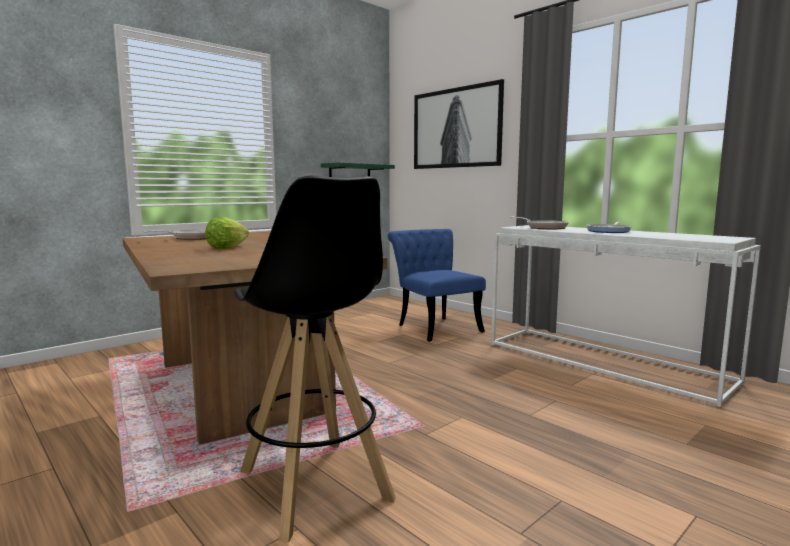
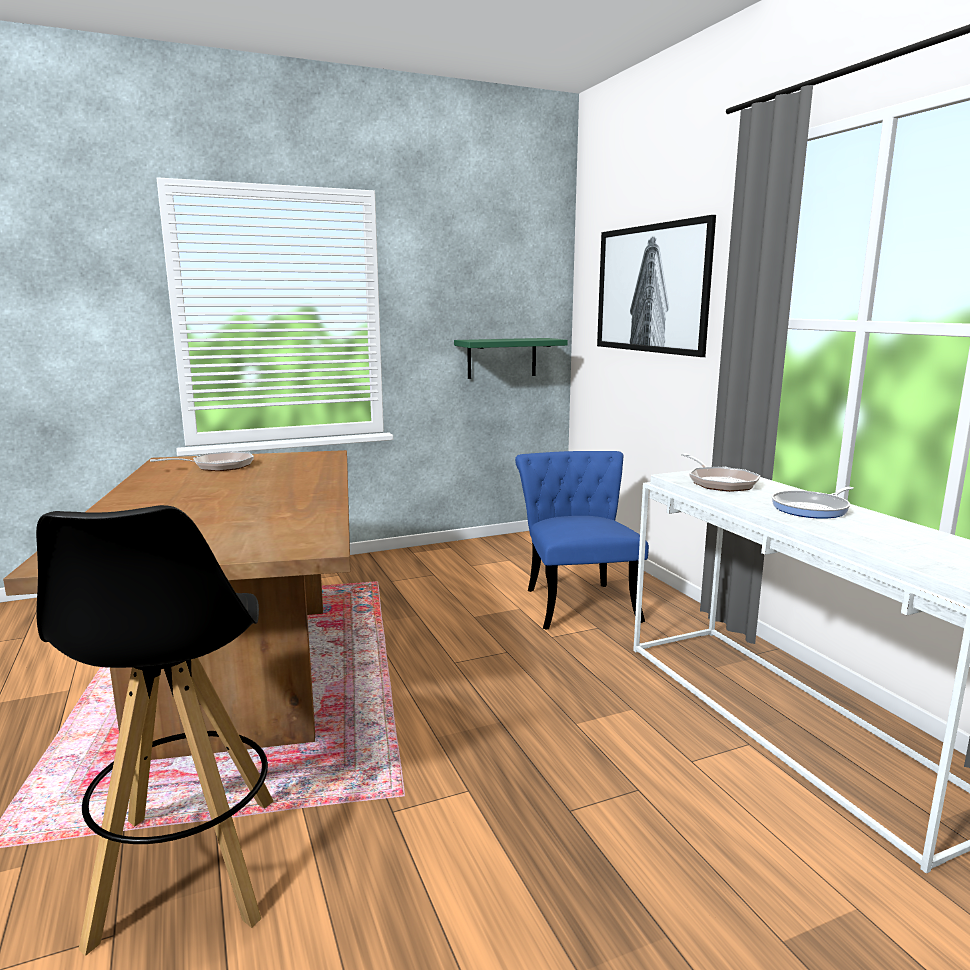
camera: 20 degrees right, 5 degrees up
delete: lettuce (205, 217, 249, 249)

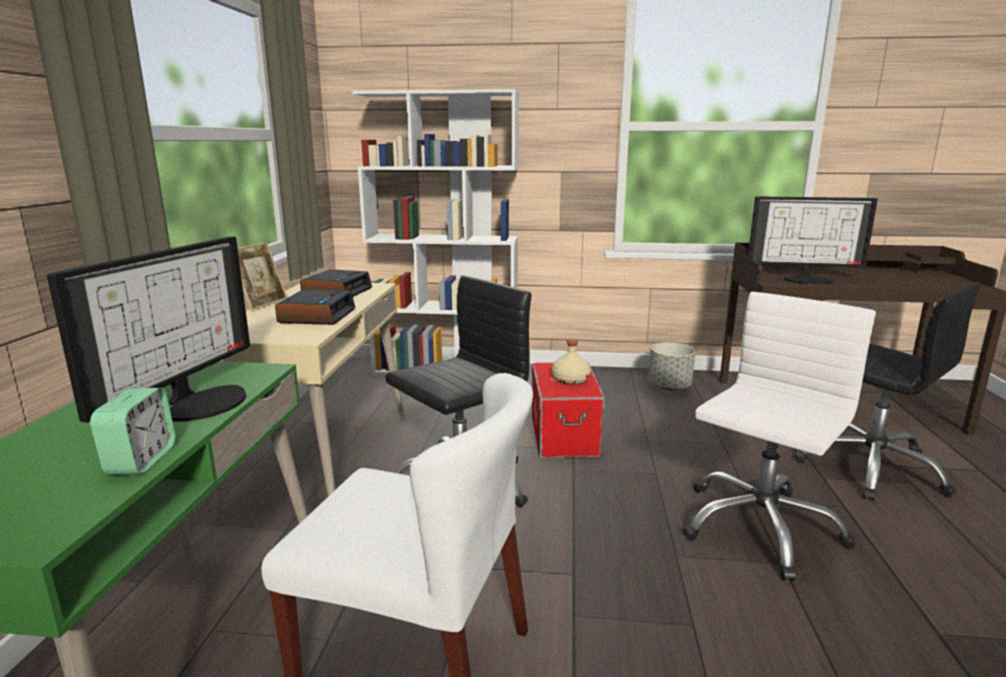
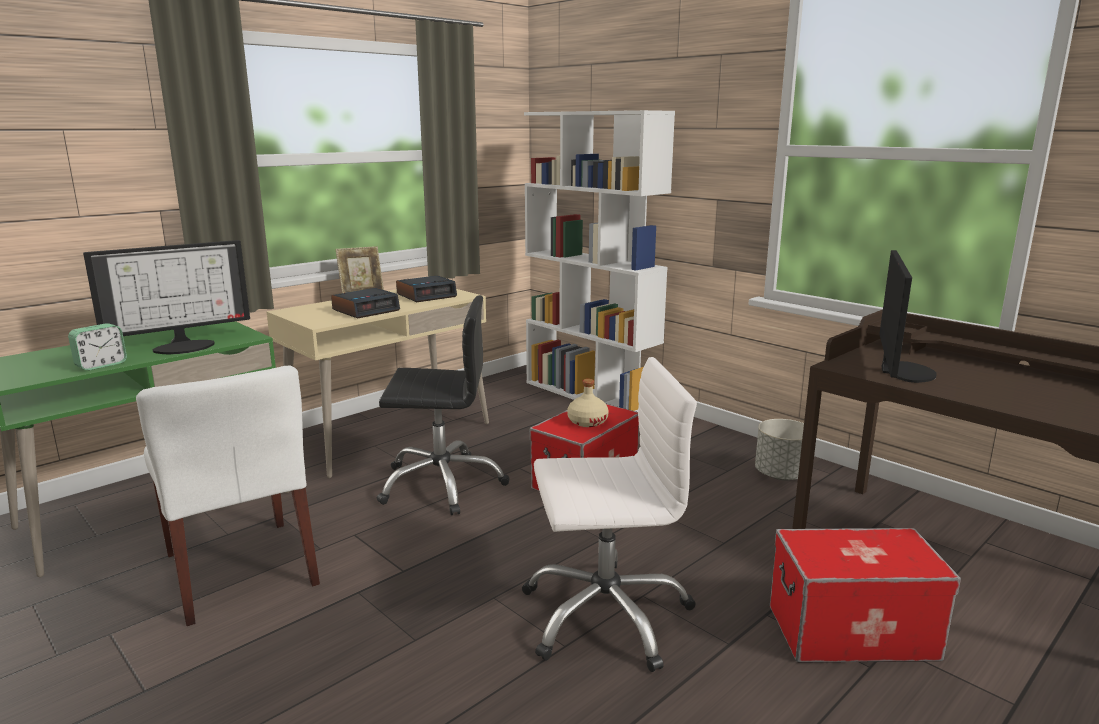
camera: 40 degrees right, 0 degrees up
replace: desk chair/black (795, 282, 981, 501) to storage box (770, 528, 961, 663)
rotate: computer display (747, 196, 878, 285) = (879, 250, 937, 383) 120 degrees counterclockwise

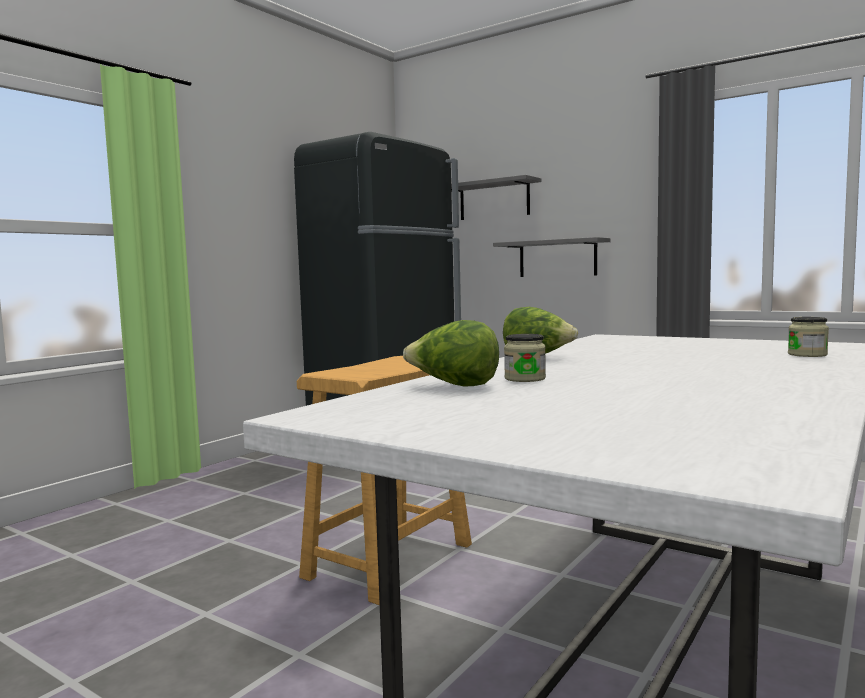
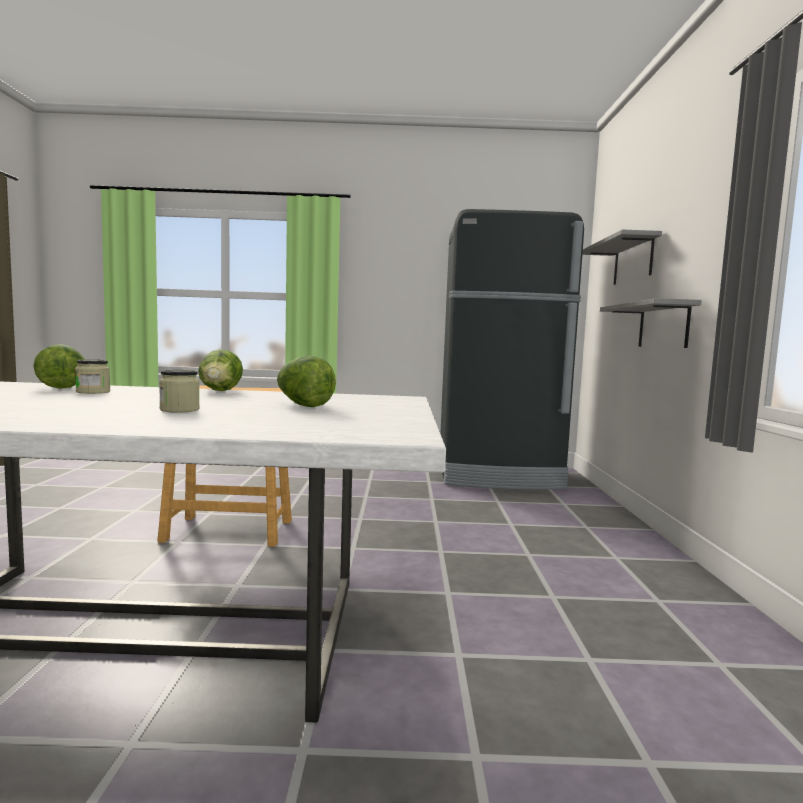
camera: 55 degrees right, 0 degrees up
insert: lettuce (277, 356, 336, 407)
move: storage jar (788, 317, 829, 357) to (159, 370, 200, 412)

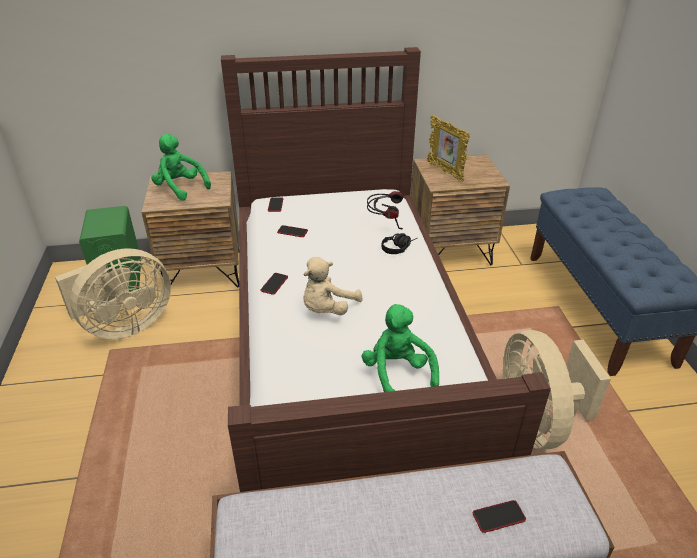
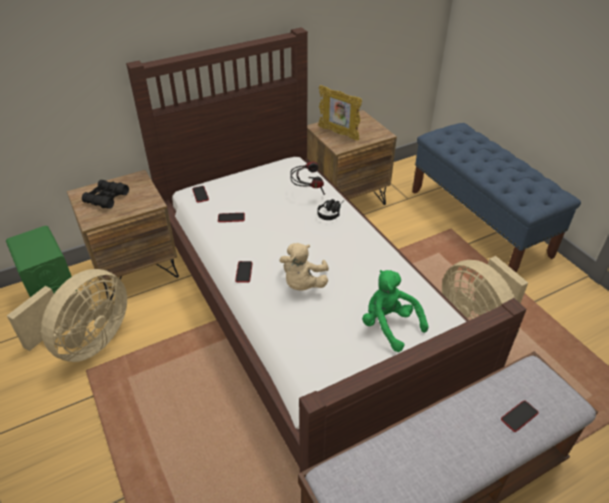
camera: 20 degrees left, 5 degrees up
replace: cuddly toy/greenish (151, 134, 211, 201) to pair of binoculars/black (82, 180, 129, 209)

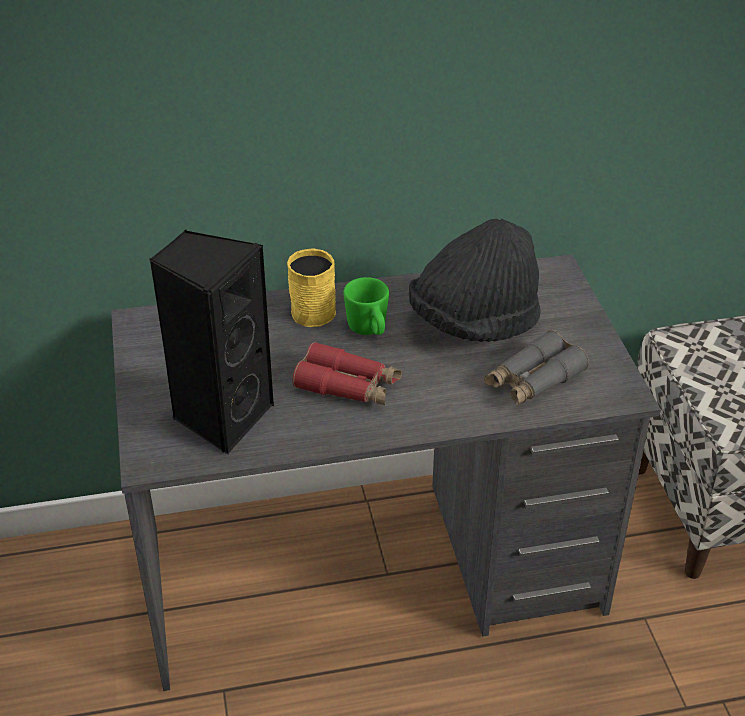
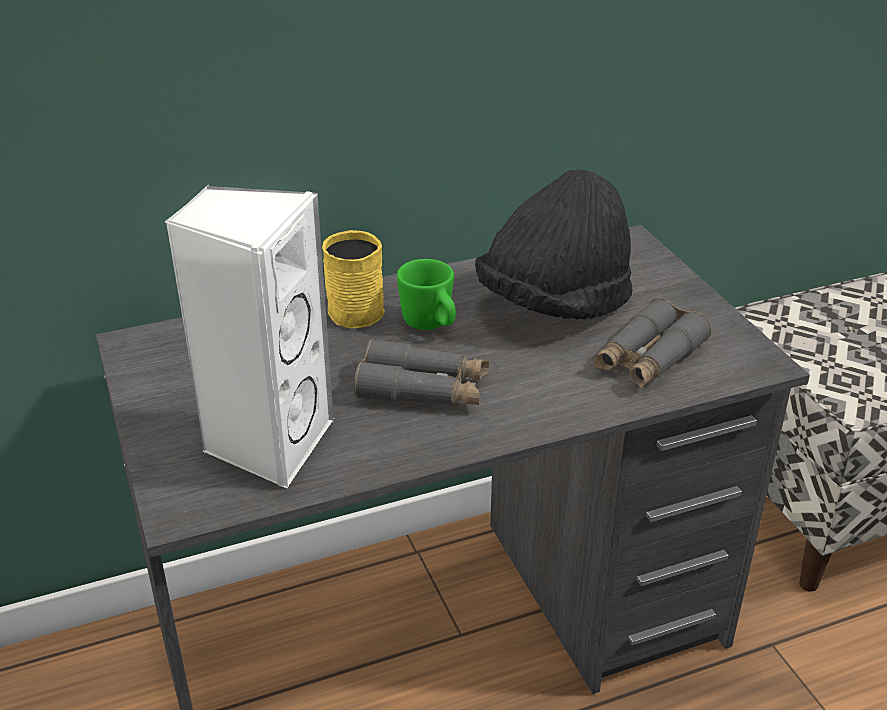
camera: 10 degrees left, 5 degrees down
recolor: loudspeaker/black (149, 230, 275, 455) to loudspeaker/whitish (165, 184, 334, 488); pair of binoculars/reddish (292, 342, 402, 405) to pair of binoculars/gray (354, 339, 489, 405)

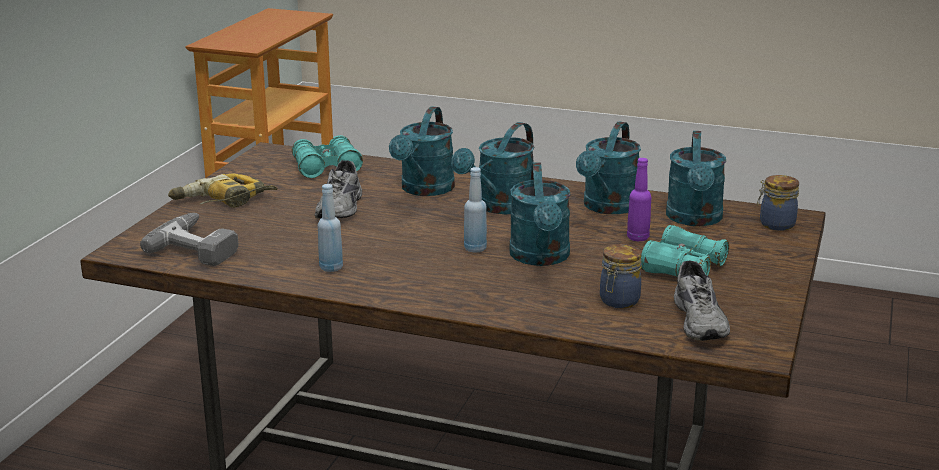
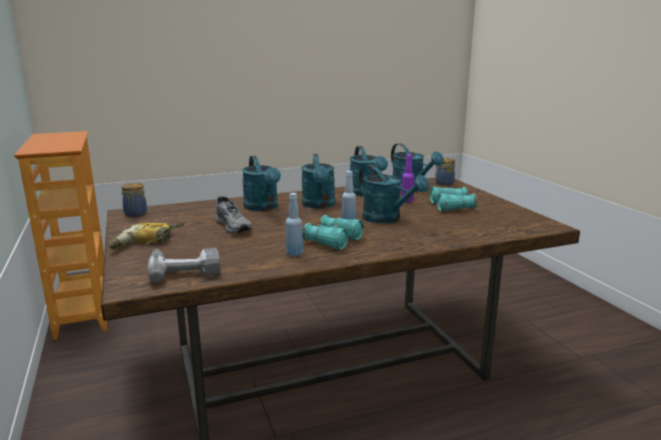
camera: 40 degrees left, 5 degrees down
delete: item of footwear/gray (674, 260, 730, 341)
move: storage jar (600, 244, 641, 308) to (121, 183, 147, 217); pair of binoculars/blue-green (292, 135, 363, 178) to (302, 215, 364, 250)

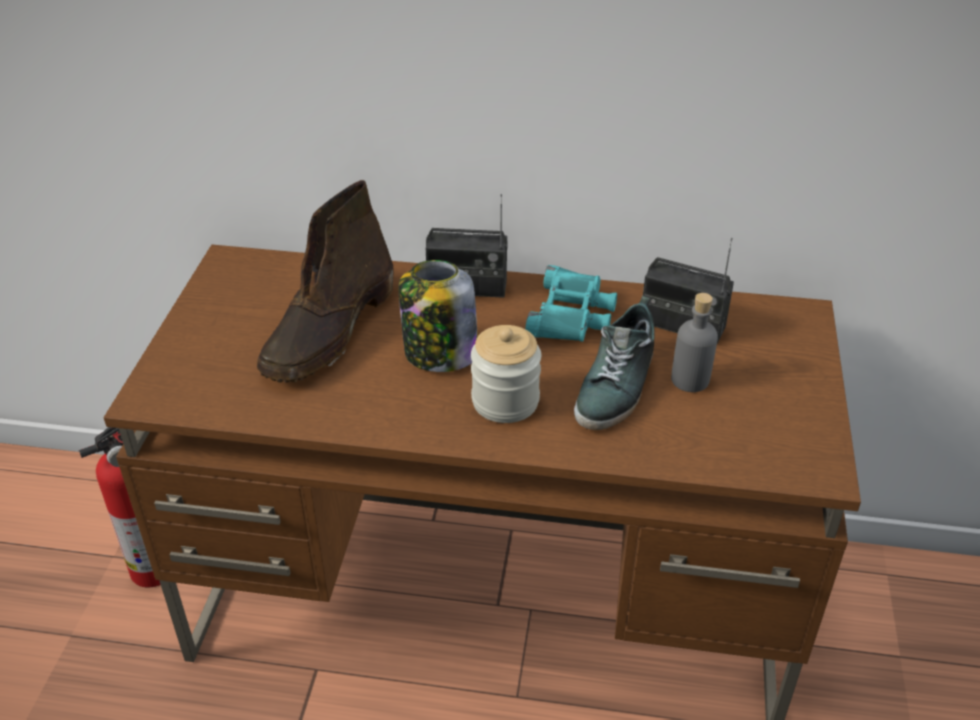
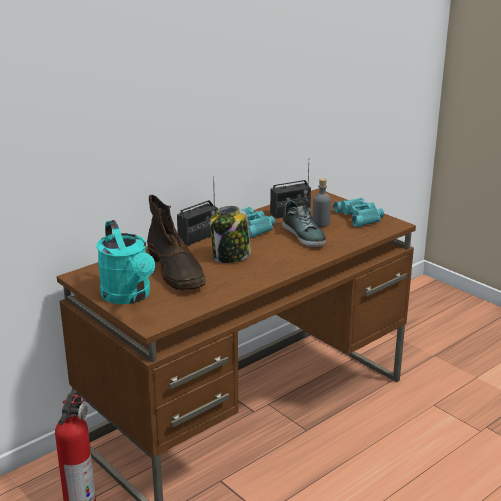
camera: 50 degrees left, 15 degrees down
delete: storage jar (471, 325, 541, 423)
insert: watering can/blue-green (96, 220, 155, 304); pair of binoculars/blue-green (333, 198, 384, 227)

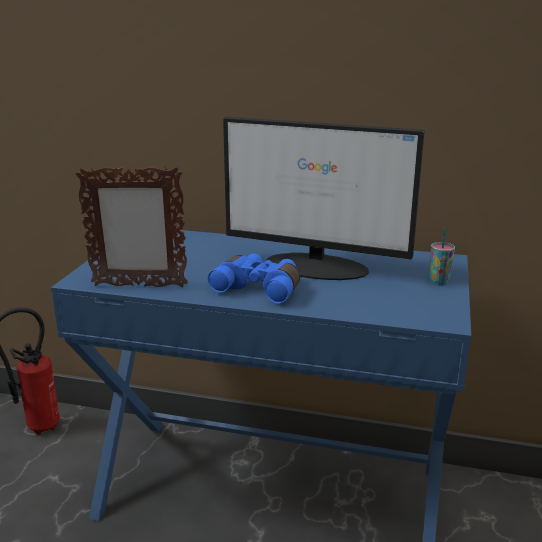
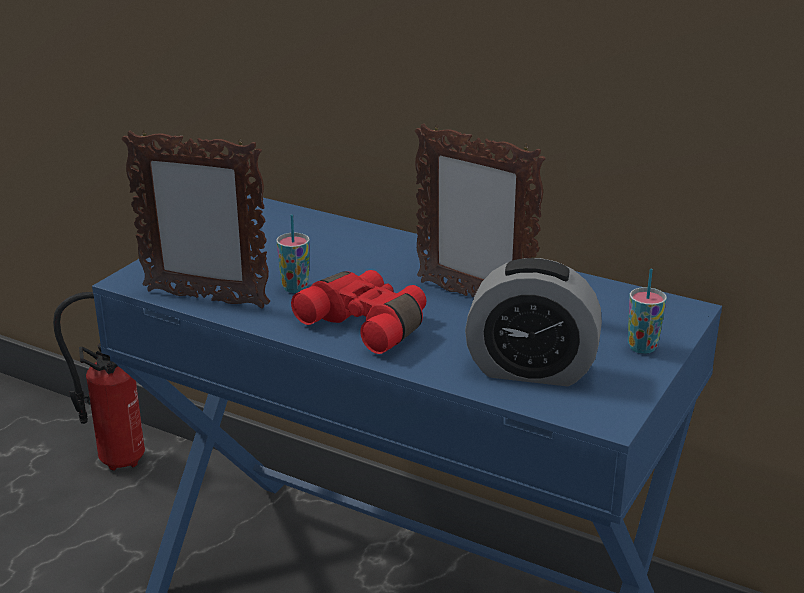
camera: 15 degrees right, 5 degrees up
insert: small cup (276, 214, 310, 293); alarm clock (465, 258, 602, 386)
replace: computer display (223, 117, 425, 280) to photo frame (415, 124, 546, 298)
recolor: pair of binoculars/bluish (208, 254, 300, 303) to pair of binoculars/reddish (291, 270, 426, 354)

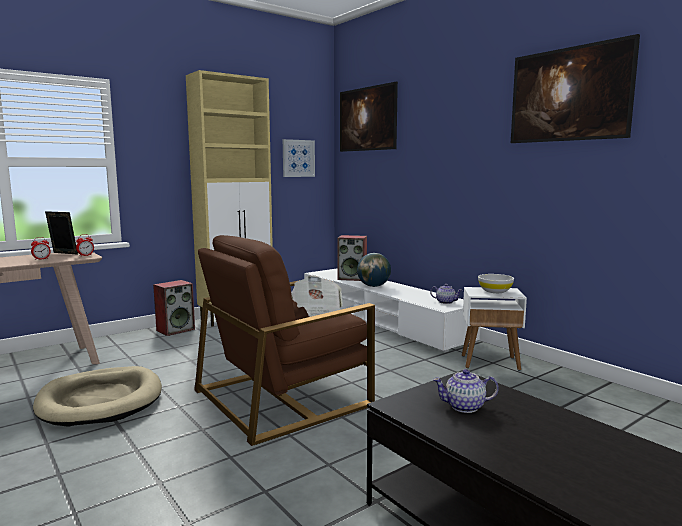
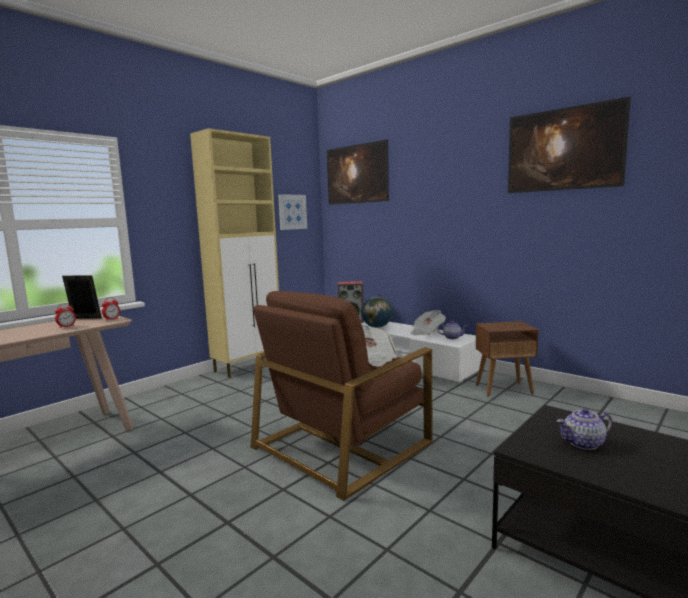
camera: 10 degrees left, 0 degrees up
delete: dog bed/beige-coloured (33, 366, 162, 427); loudspeaker (153, 280, 195, 336); deep dish/whitish (478, 274, 514, 293)
insert: daily paper (410, 310, 446, 335)
recolor: end table/whitish (462, 287, 527, 371) to end table/brown-coloured (476, 321, 538, 397)

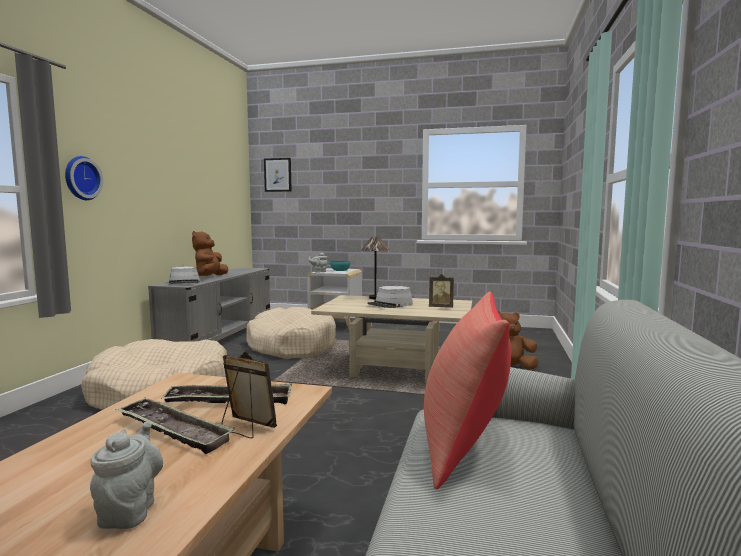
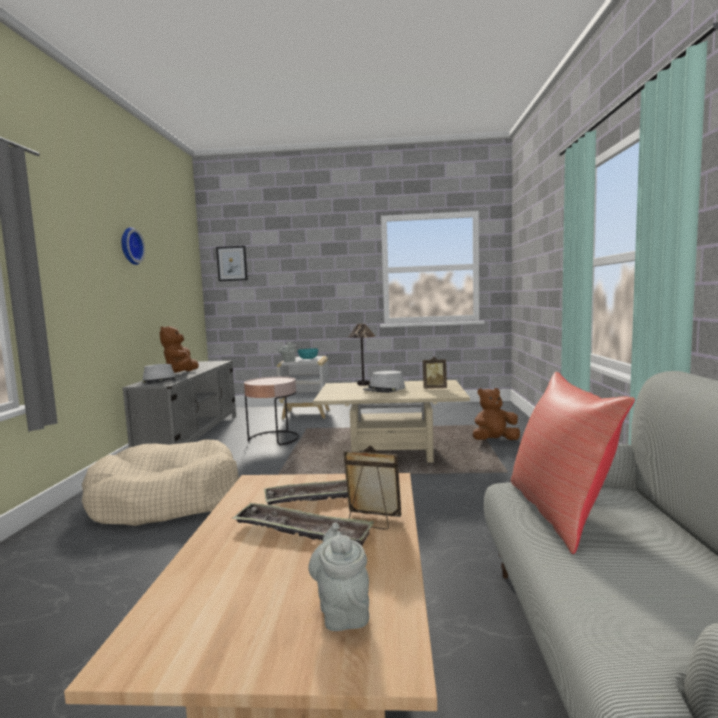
camera: 10 degrees left, 0 degrees up
move: hanging clock (65, 156, 103, 200) to (121, 227, 145, 265)
replace: dog bed/beige-coloured (246, 307, 336, 359) to end table/pink-coloured (244, 376, 299, 445)

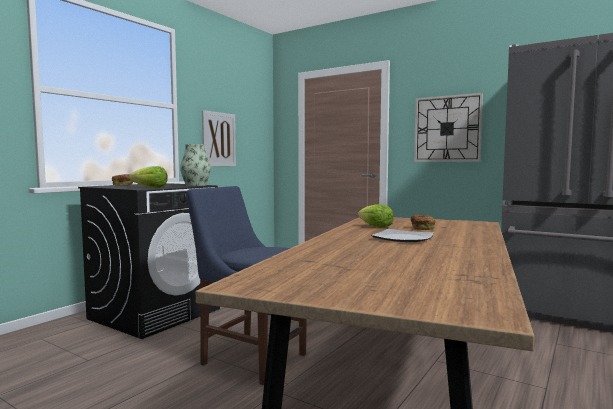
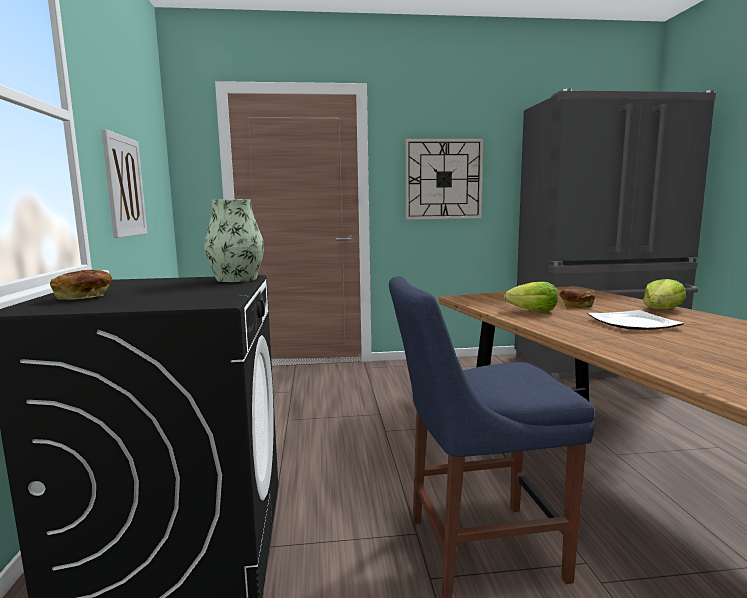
camera: 40 degrees left, 5 degrees up
move: lettuce (129, 166, 168, 188) to (643, 279, 686, 309)

